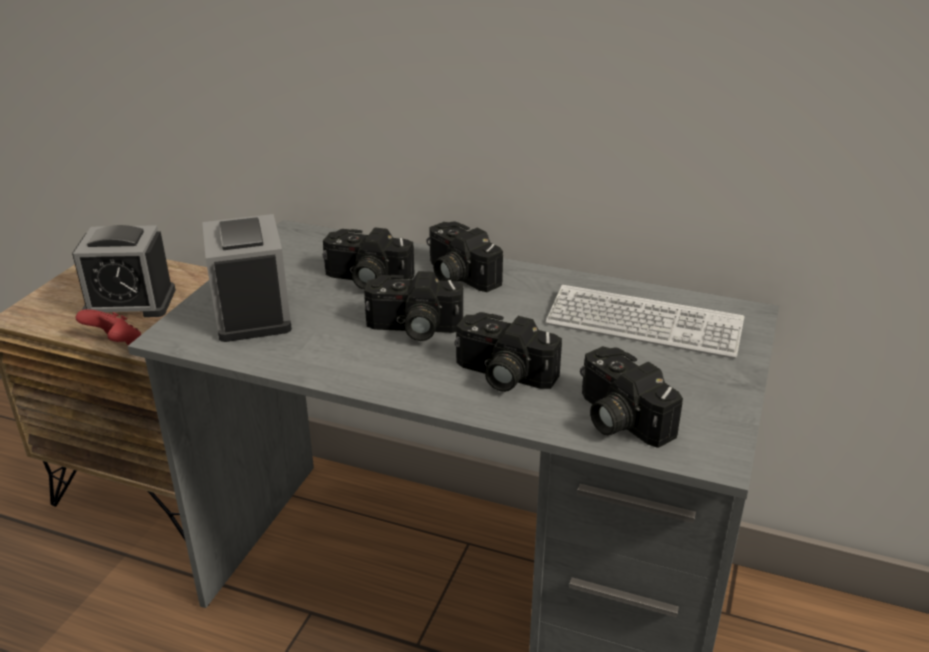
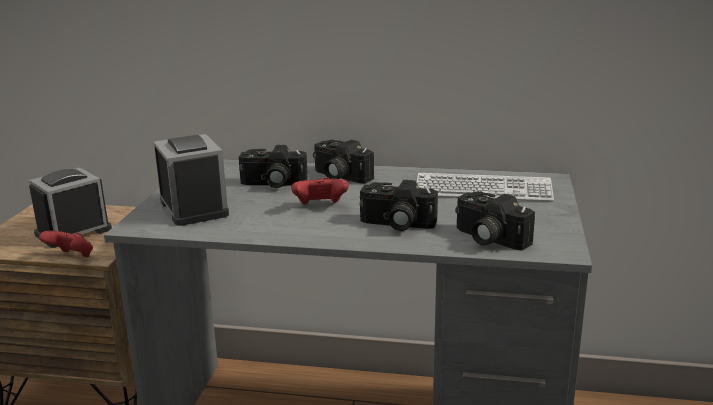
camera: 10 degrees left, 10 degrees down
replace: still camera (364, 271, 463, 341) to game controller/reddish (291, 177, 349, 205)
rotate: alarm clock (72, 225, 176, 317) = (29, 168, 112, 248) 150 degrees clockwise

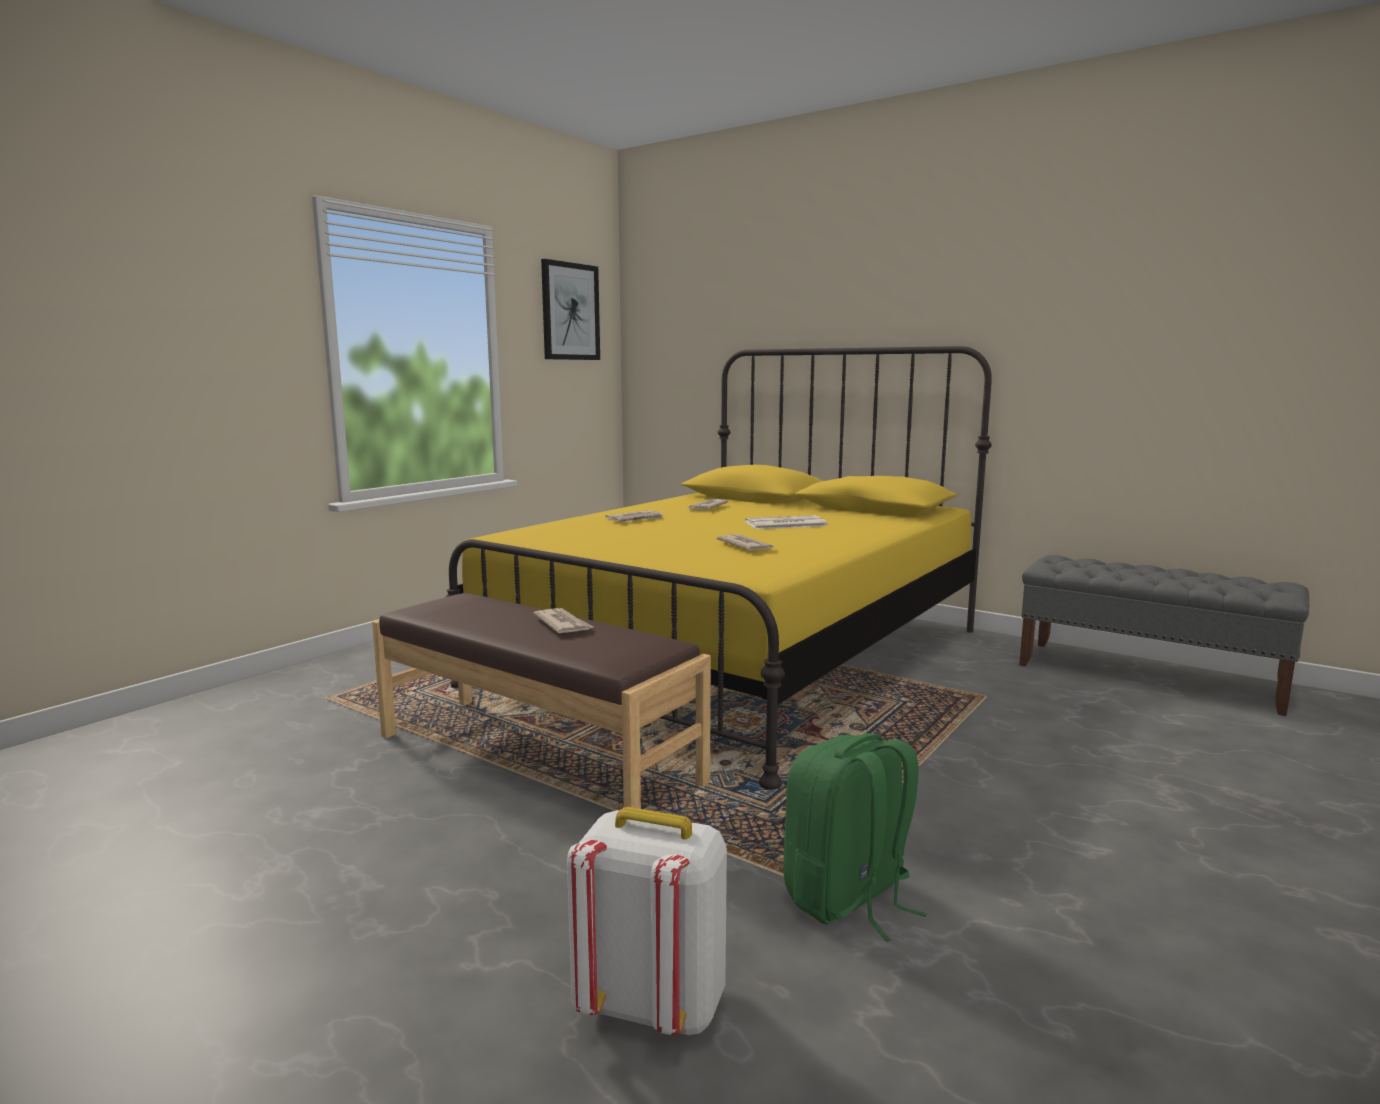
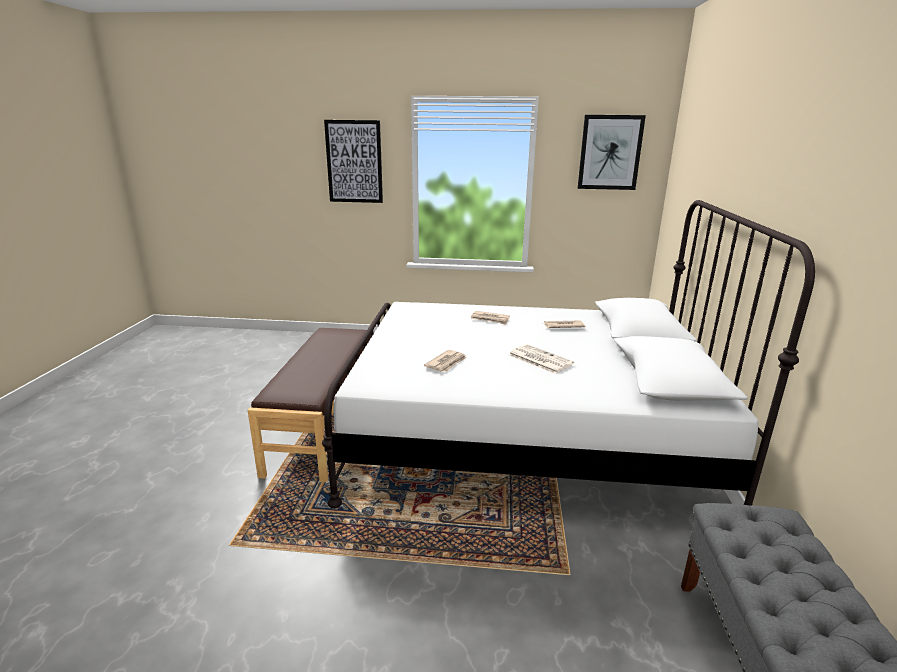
camera: 60 degrees right, 10 degrees up
delete: daily paper (534, 608, 593, 633); backpack/whitish (567, 807, 727, 1035); backpack/greenish (784, 733, 927, 942)
insert: picture (324, 120, 383, 203)
recolor: bedroom bed/yellow (446, 346, 992, 790) to bedroom bed/whitish (322, 200, 815, 508)

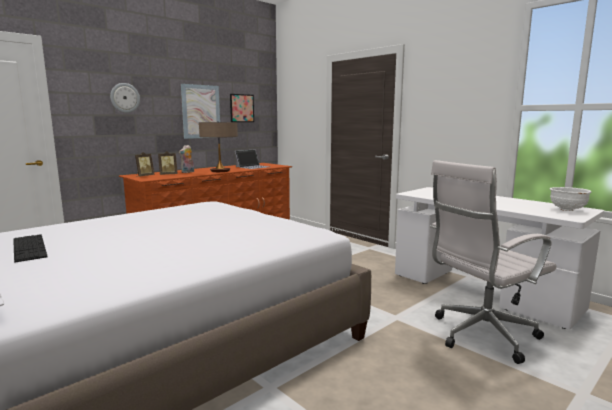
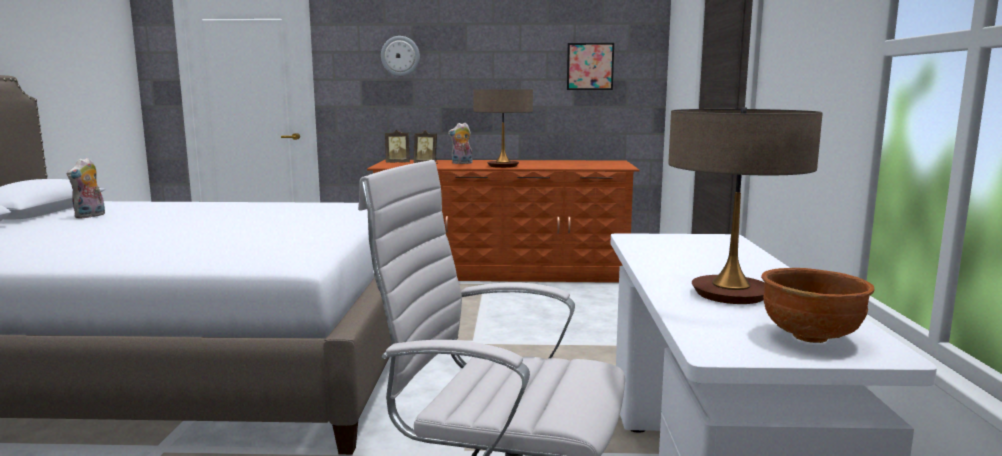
camera: 45 degrees right, 0 degrees up
delete: picture (181, 84, 220, 139); portable computer (235, 150, 269, 169)
insert: lamp for a table (668, 107, 823, 304)
replace: keyboard (13, 234, 48, 263) to cuddly toy (67, 158, 105, 218)
recolor: deep dish/whitish (550, 187, 591, 211) to deep dish/brown-coloured (761, 268, 874, 343)

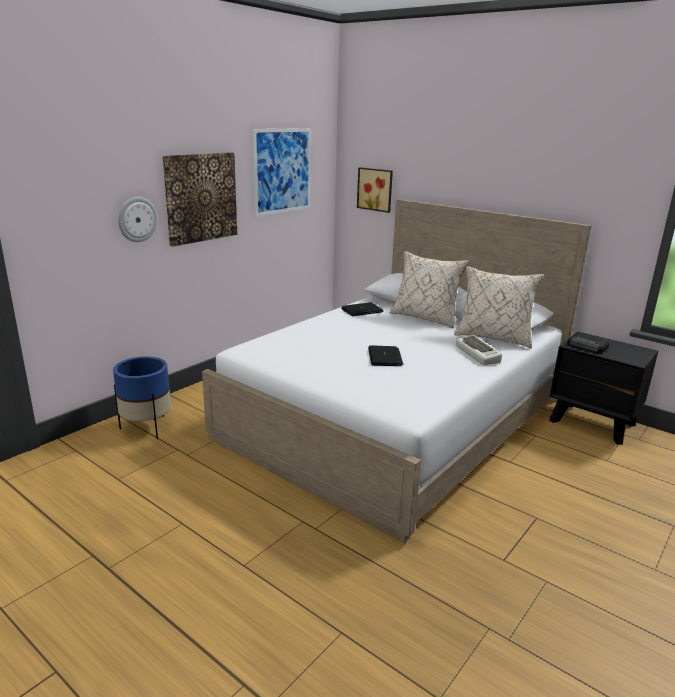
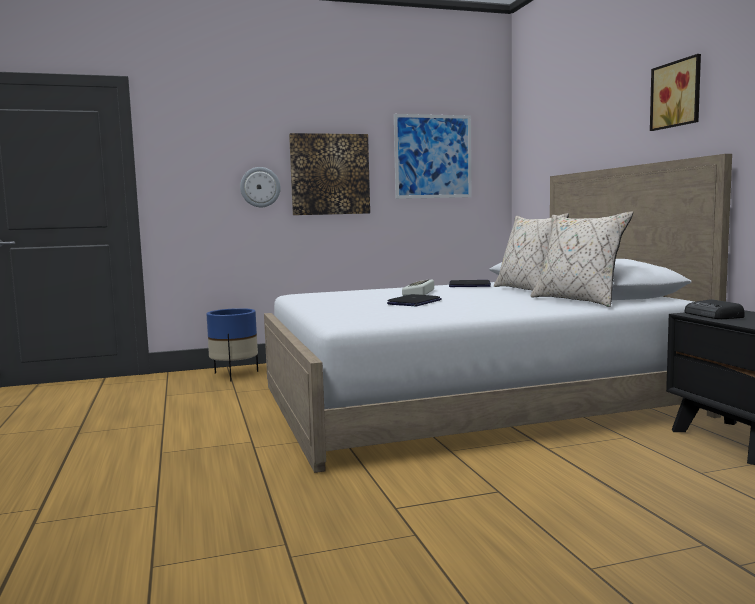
camera: 35 degrees right, 15 degrees down
move: keyboard (456, 335, 502, 365) to (402, 279, 434, 296); picture (357, 167, 393, 213) to (650, 54, 701, 131)

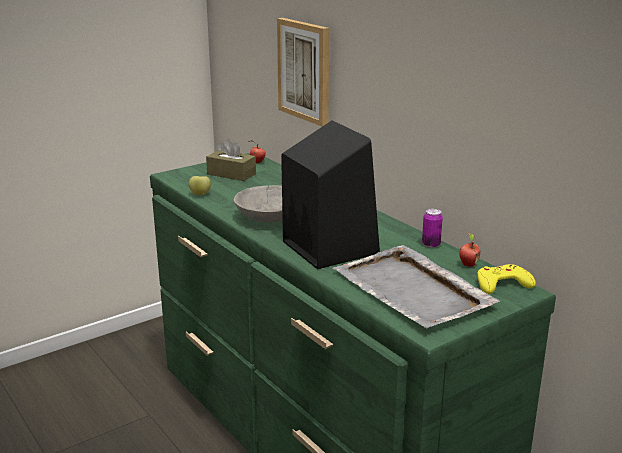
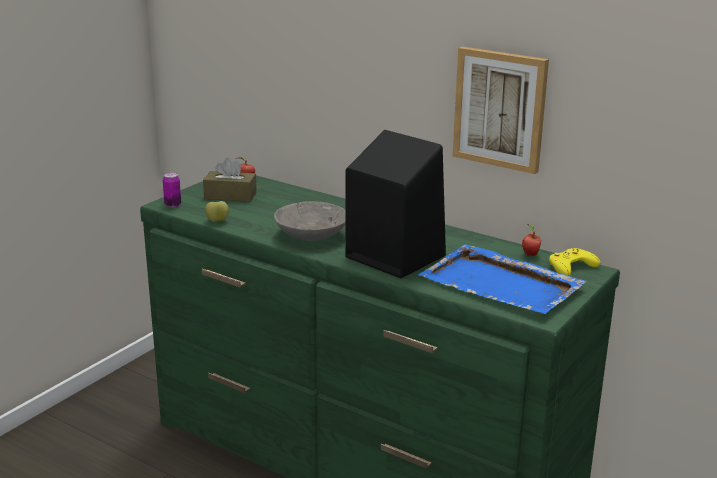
camera: 20 degrees left, 0 degrees up
move: sealed can (422, 209, 443, 248) to (163, 173, 181, 208); picture (277, 18, 329, 126) to (453, 47, 549, 174)
recolor: carrying tray/gray (333, 245, 500, 328) to carrying tray/bluish (418, 244, 587, 314)

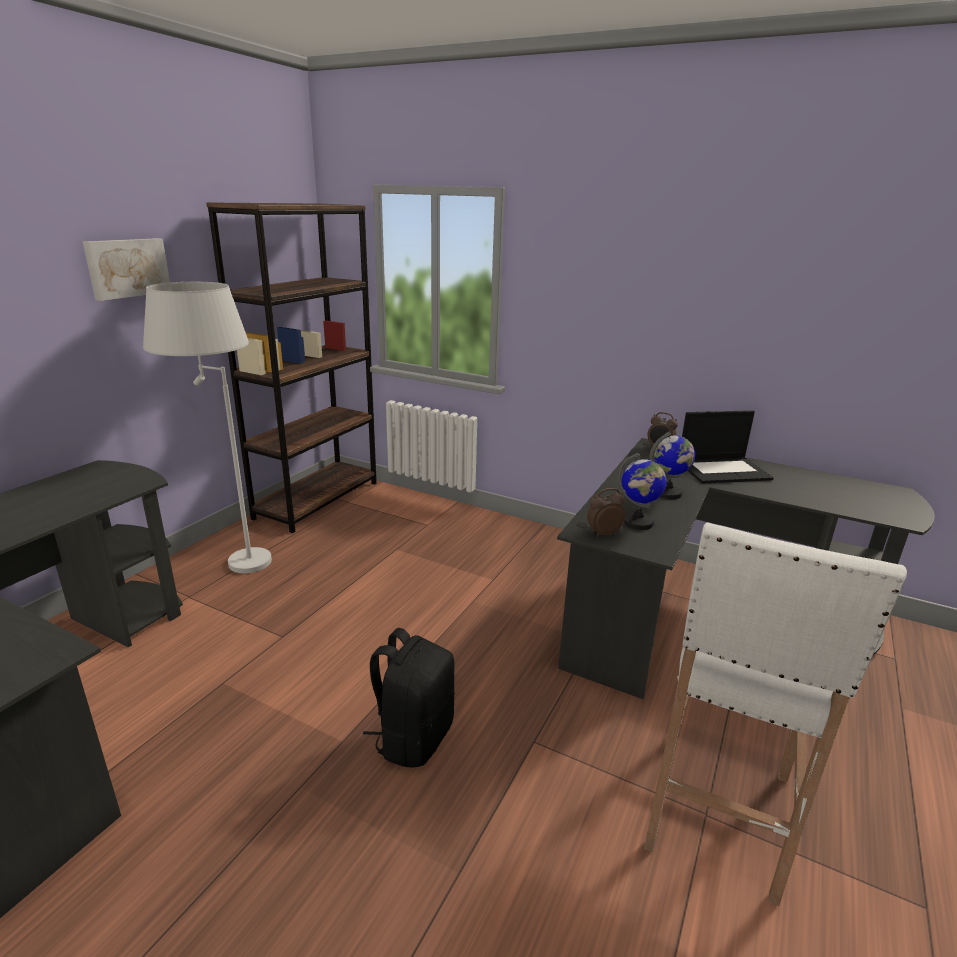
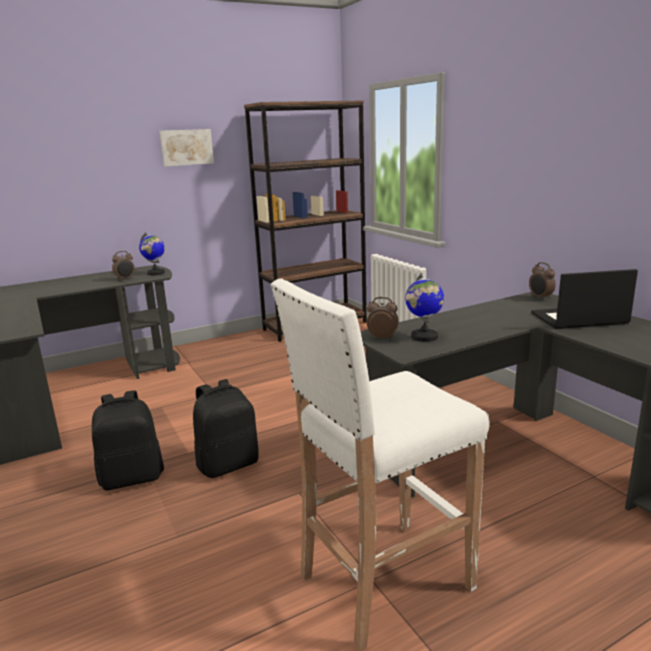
camera: 35 degrees right, 5 degrees down
delete: standard lamp/whitish (143, 282, 272, 574)
insert: backpack/black (92, 390, 164, 491); alarm clock (112, 251, 135, 281)
move: desk globe (649, 432, 695, 499) to (139, 232, 165, 275)
rotate: portable computer (682, 410, 774, 484) = (531, 269, 638, 329) 150 degrees clockwise

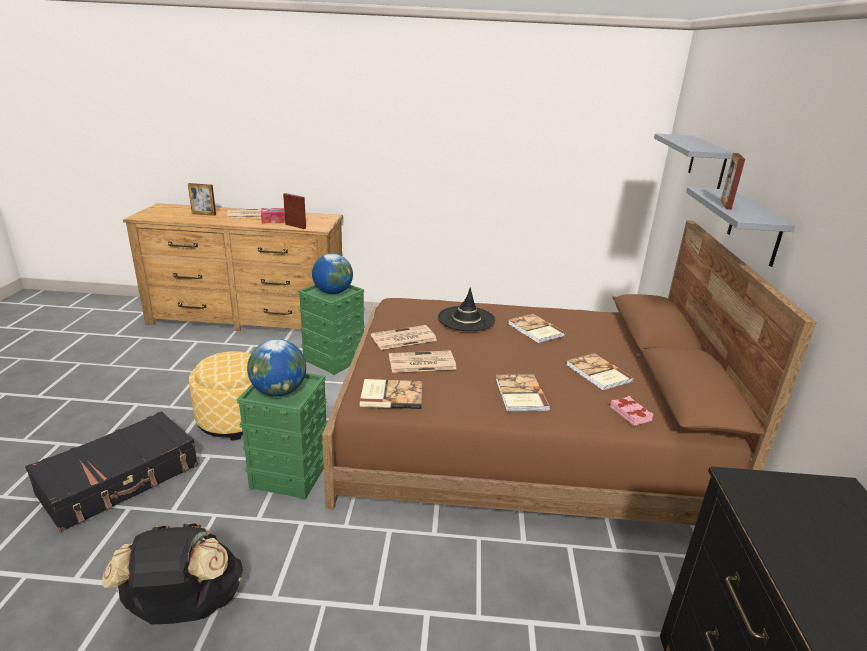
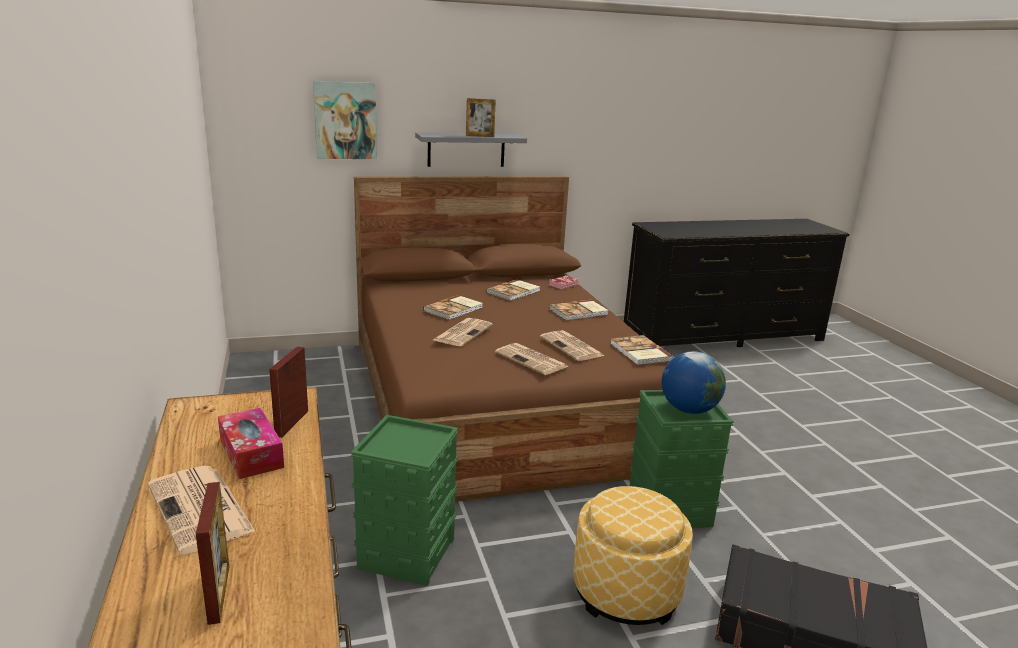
camera: 110 degrees left, 5 degrees down
delete: backpack/black (102, 523, 243, 624); desk globe (312, 254, 353, 294)
replace: wall shelf/gray (654, 133, 733, 189) to picture (313, 81, 377, 159); clothing hat/black (438, 287, 495, 331) to daily paper (433, 318, 493, 346)

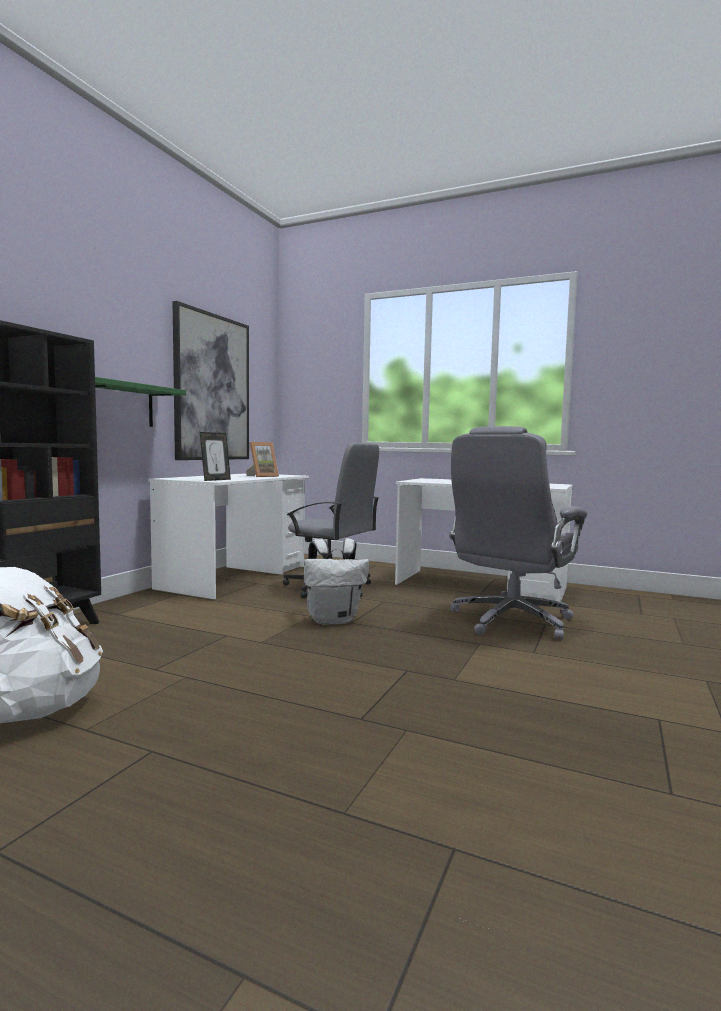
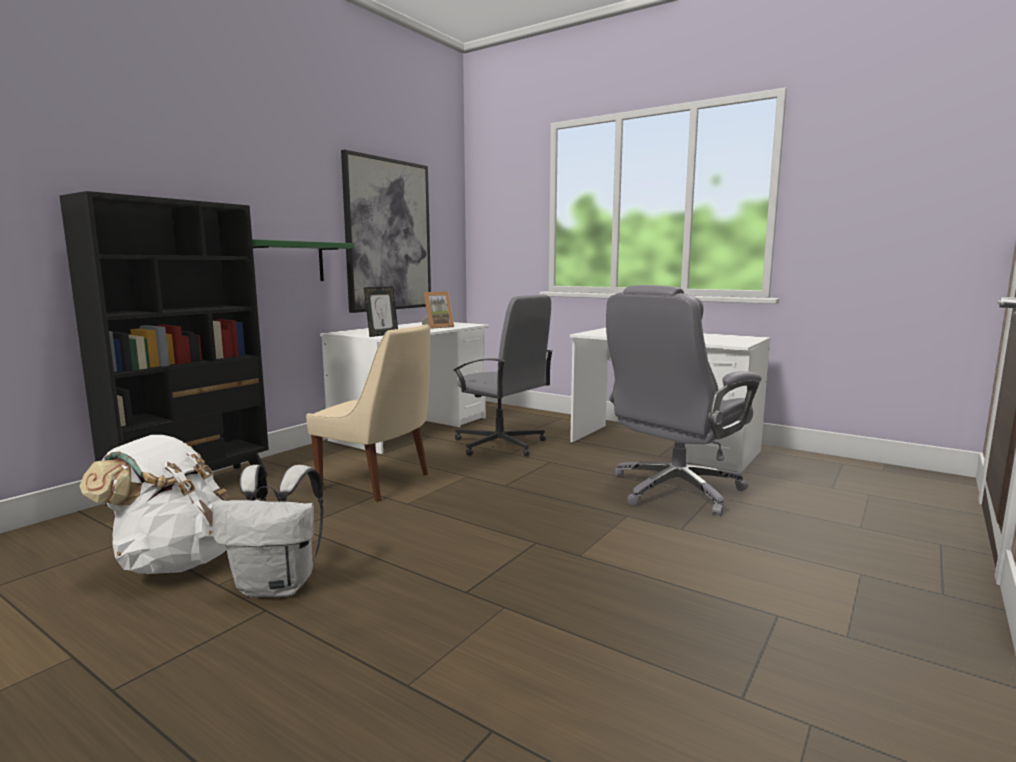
camera: 10 degrees right, 5 degrees up
insert: upright chair/beige-coloured (306, 324, 430, 502)
move: backpack/whitish (304, 538, 369, 625) to (212, 465, 324, 597)

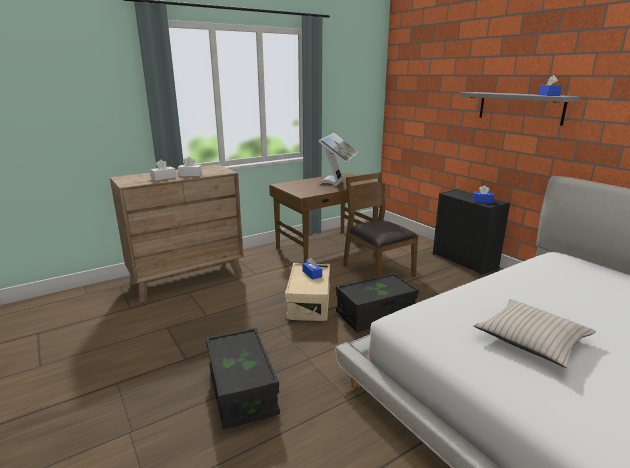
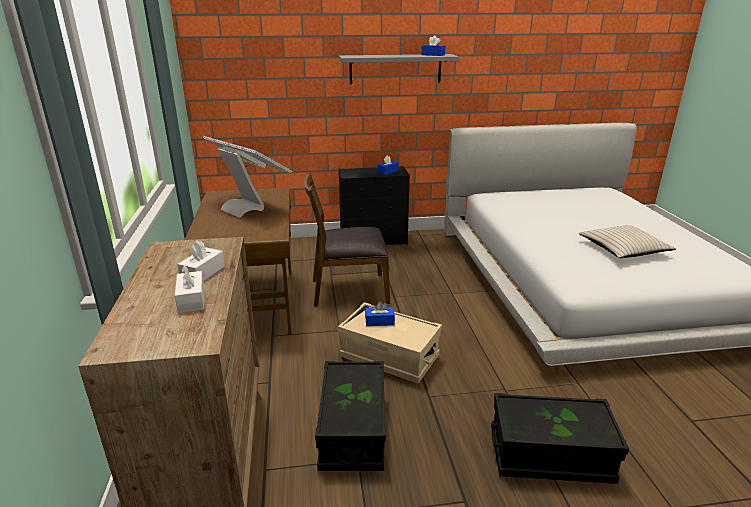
camera: 65 degrees left, 5 degrees up
move: storage box/black (336, 273, 419, 332) to (315, 361, 386, 471)

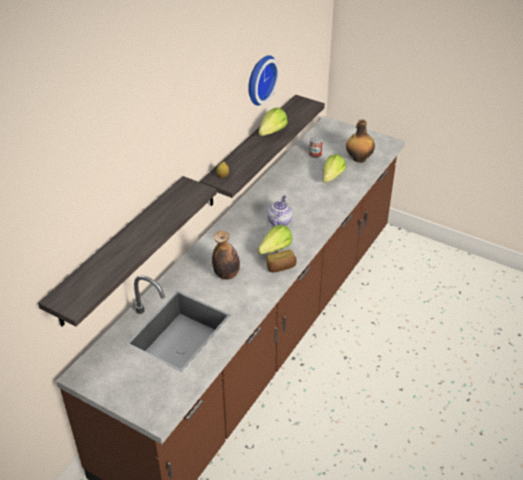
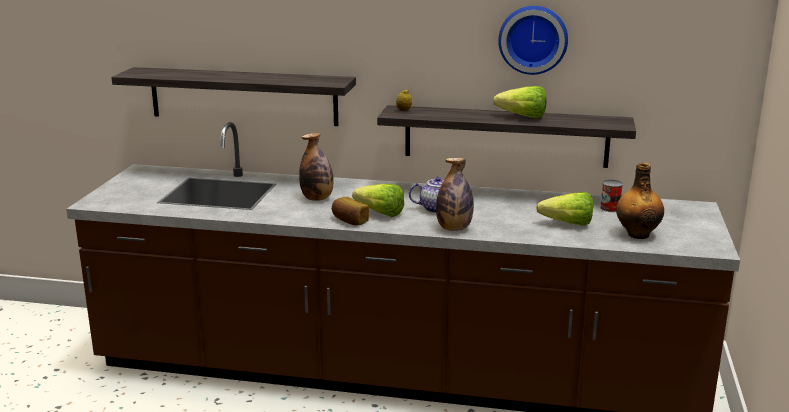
camera: 70 degrees right, 20 degrees down
insert: drink bottle (436, 158, 474, 231)

